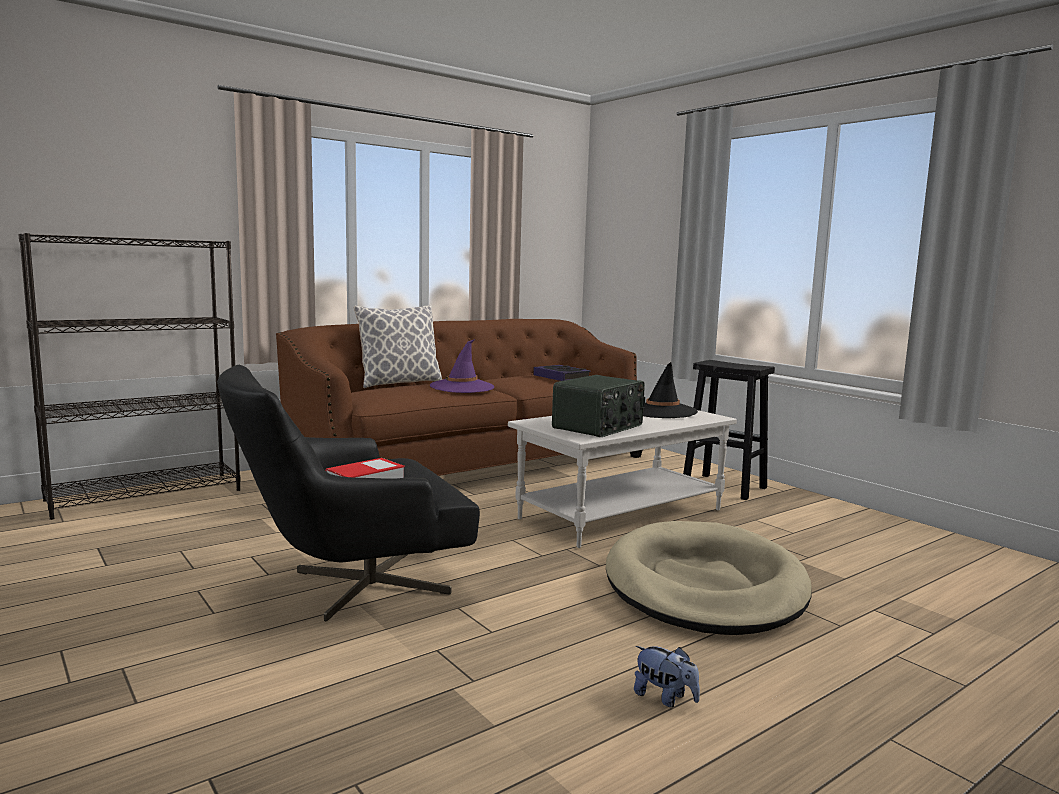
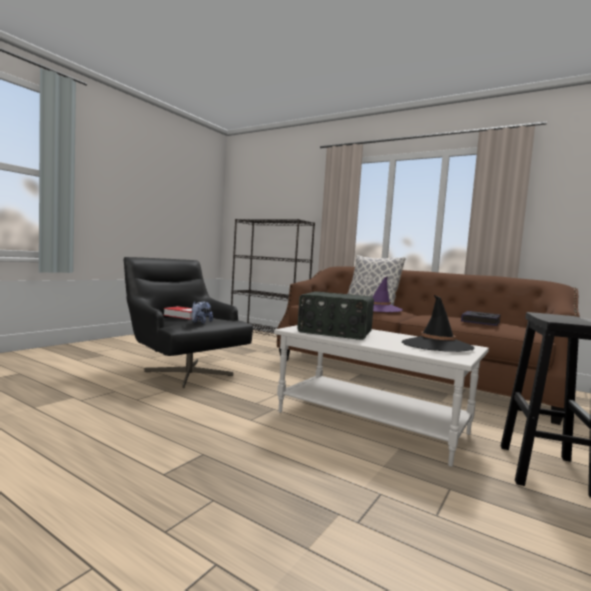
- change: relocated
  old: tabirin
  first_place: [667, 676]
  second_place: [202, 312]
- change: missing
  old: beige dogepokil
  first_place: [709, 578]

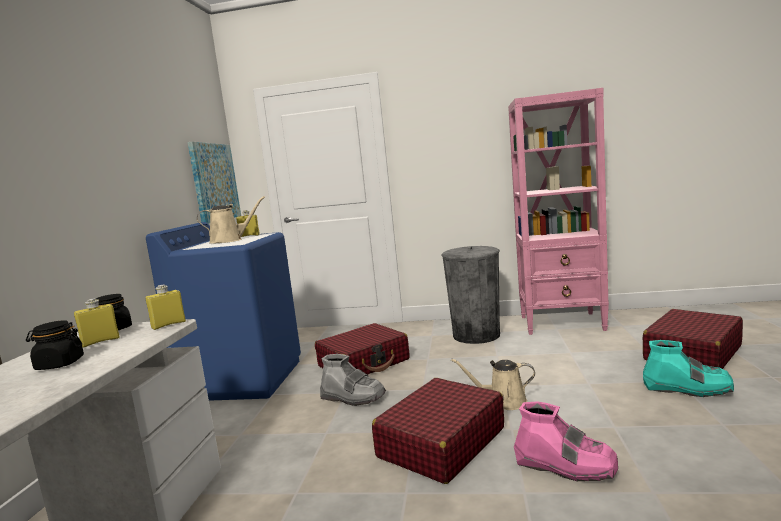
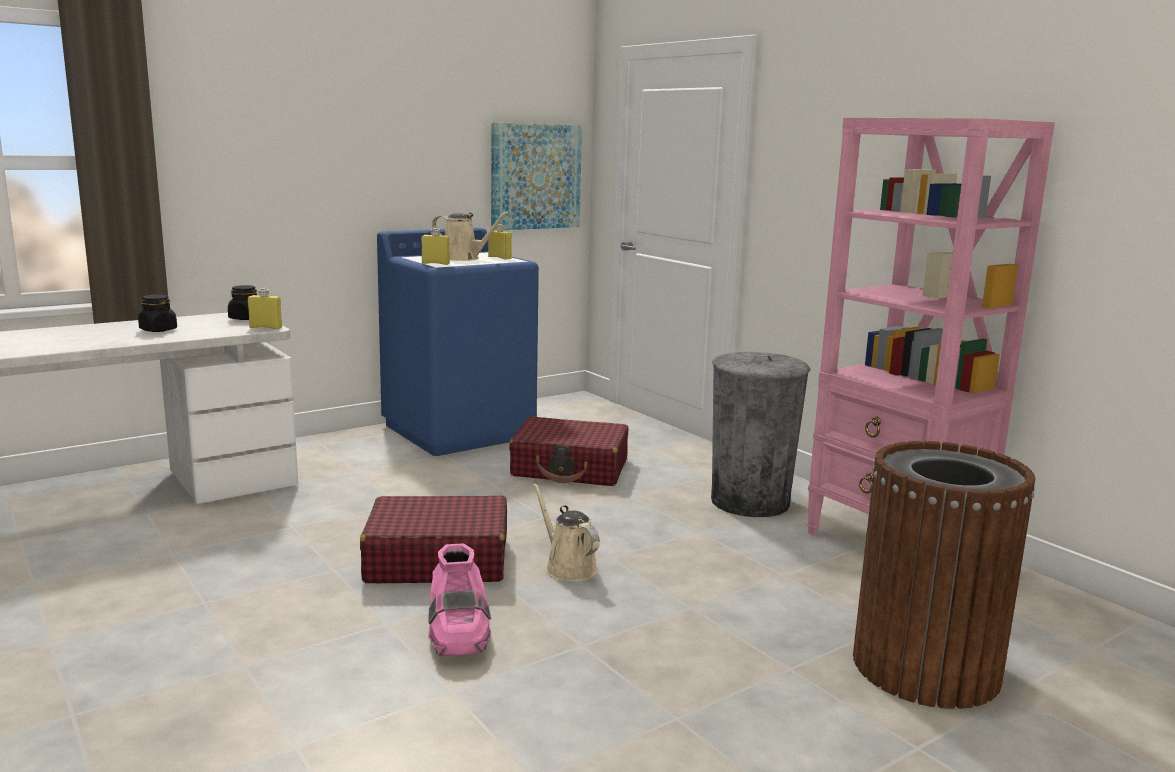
- change: relocated
  old: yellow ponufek
  first_place: [97, 322]
  second_place: [435, 246]
- change: exchanged
  old: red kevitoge
  new: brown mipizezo
  first_place: [693, 339]
  second_place: [944, 575]
- change: missing
  old: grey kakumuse
  first_place: [353, 380]
- change: missing
  old: turquoise kakumuse
  first_place: [688, 368]

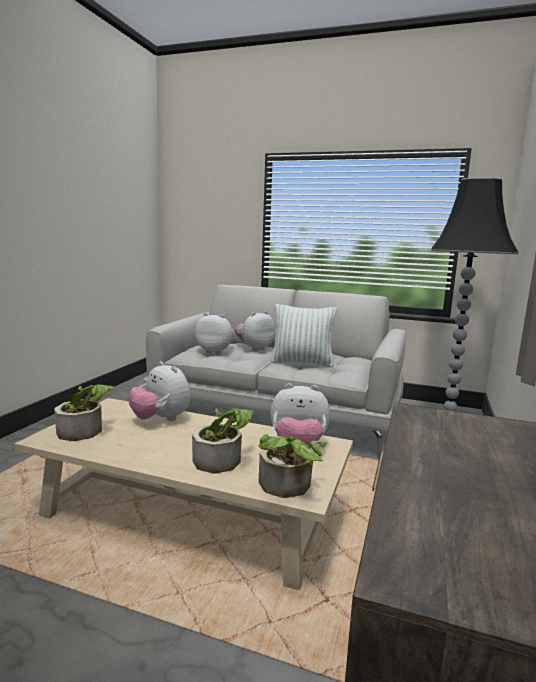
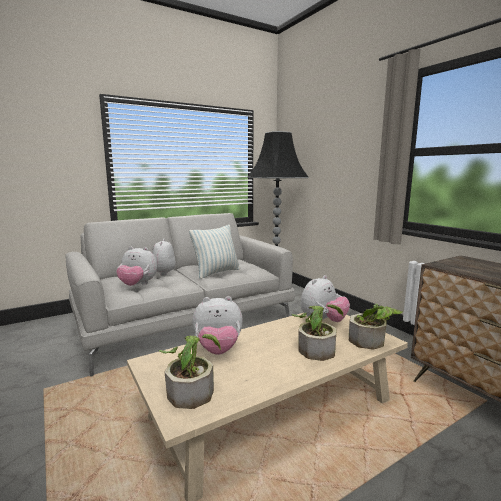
- change: spun
  old: tabirin
  first_place: [214, 333]
  second_place: [136, 266]
  degrees: -135

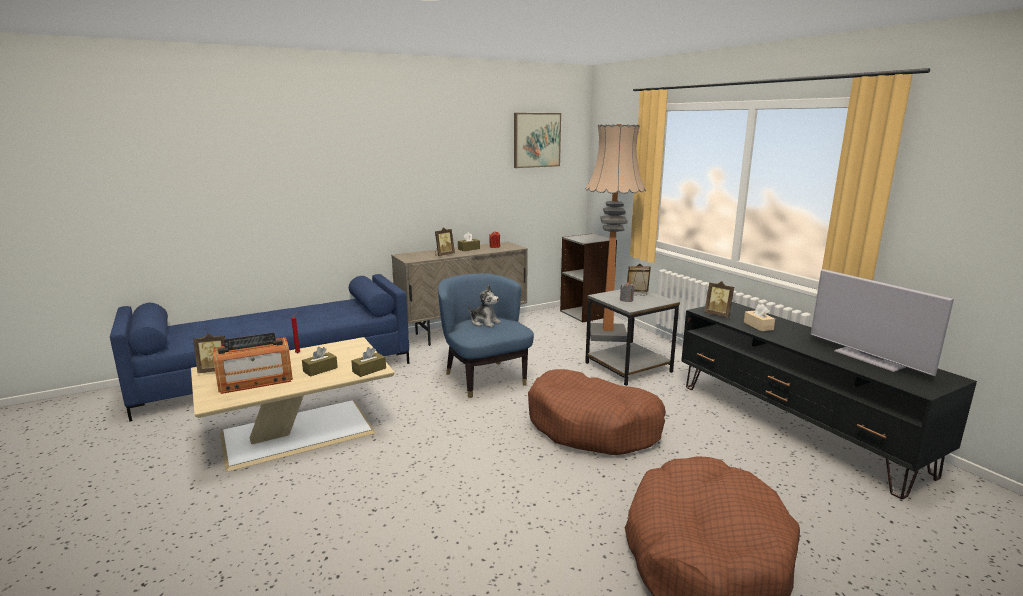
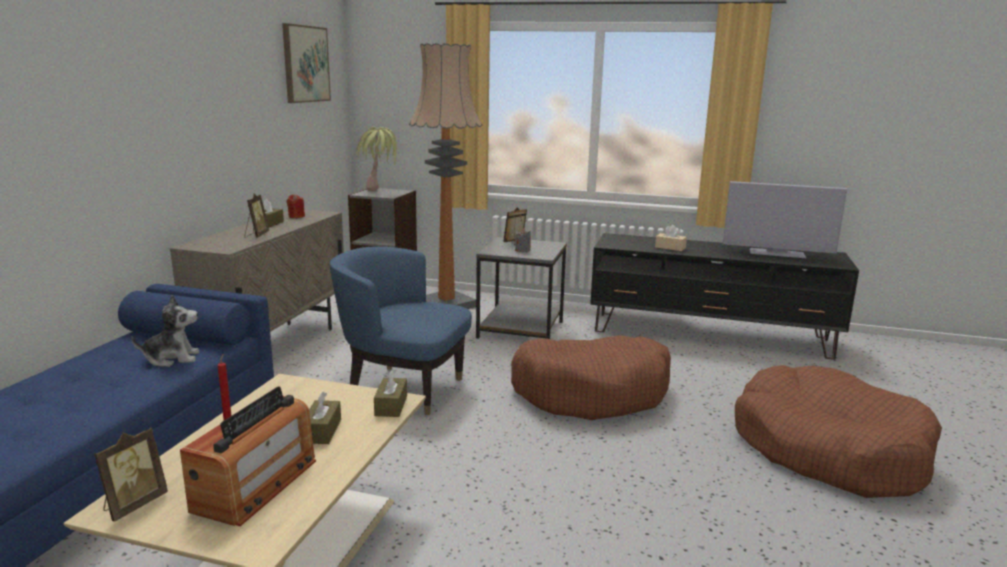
- change: relocated
  old: tabirin
  first_place: [484, 306]
  second_place: [165, 331]
- change: appeared
  new: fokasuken
  second_place: [378, 159]
- change: missing
  old: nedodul
  first_place: [719, 299]

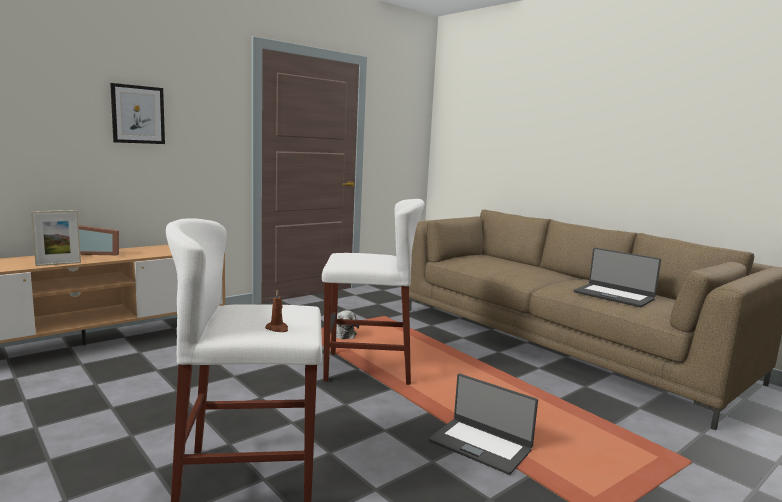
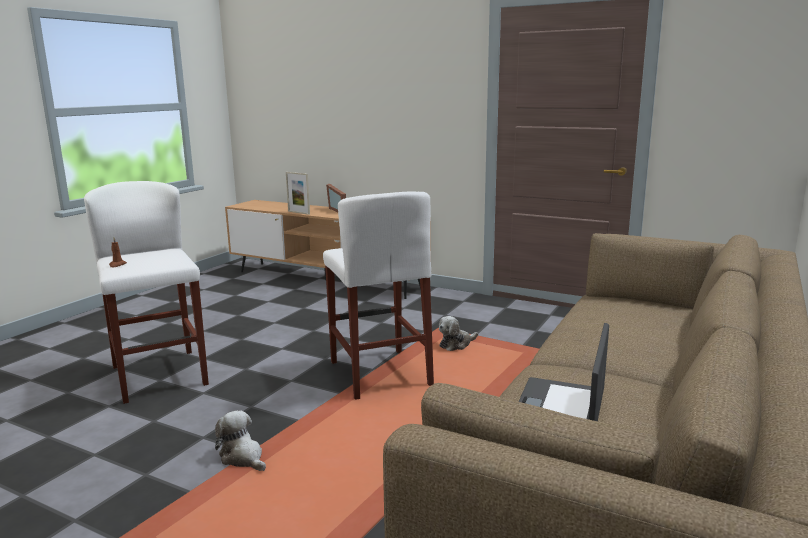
- change: exchanged
  old: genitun
  new: tabirin
  first_place: [483, 424]
  second_place: [240, 440]
- change: missing
  old: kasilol
  first_place: [137, 113]

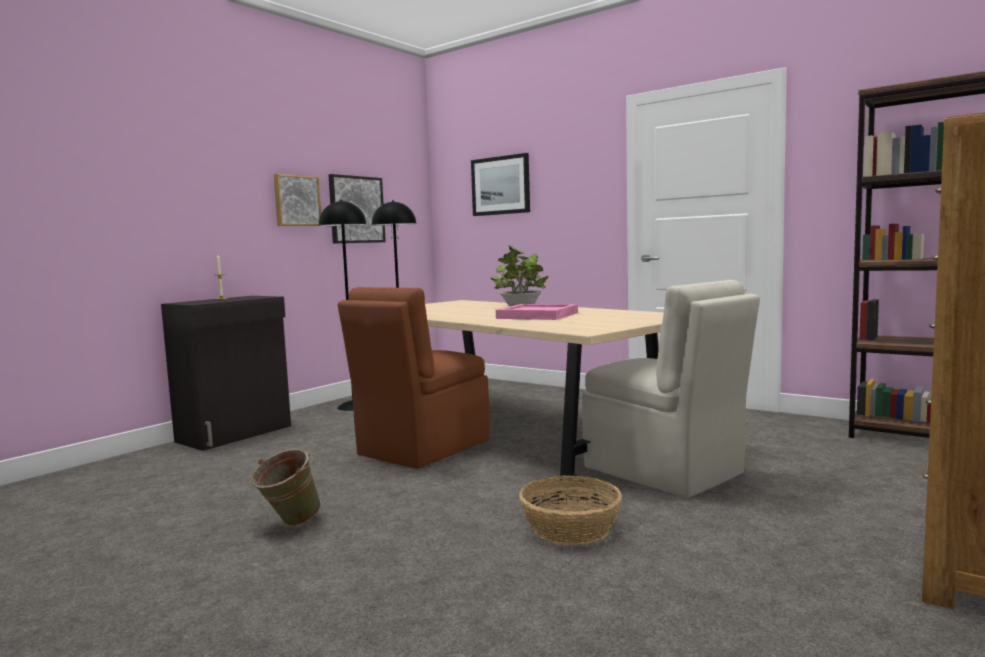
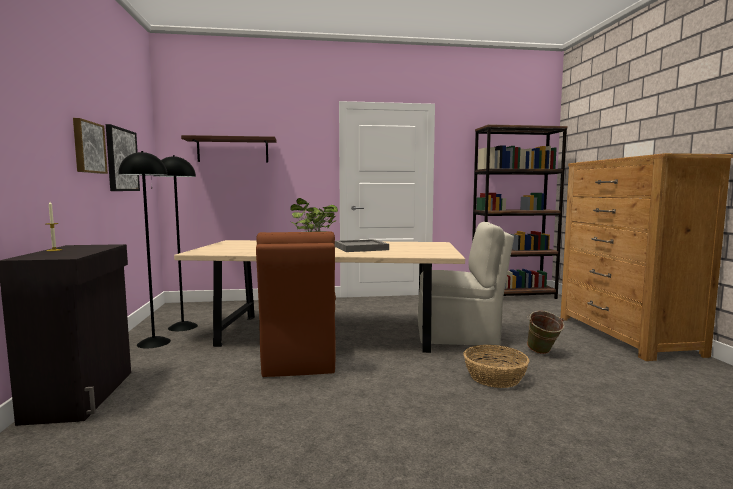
- change: exchanged
  old: kasilol
  new: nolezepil
  first_place: [500, 184]
  second_place: [229, 148]
- change: colour
  old: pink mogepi
  new: grey mogepi
  first_place: [537, 312]
  second_place: [362, 245]
- change: relocated
  old: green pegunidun
  first_place: [286, 487]
  second_place: [546, 332]

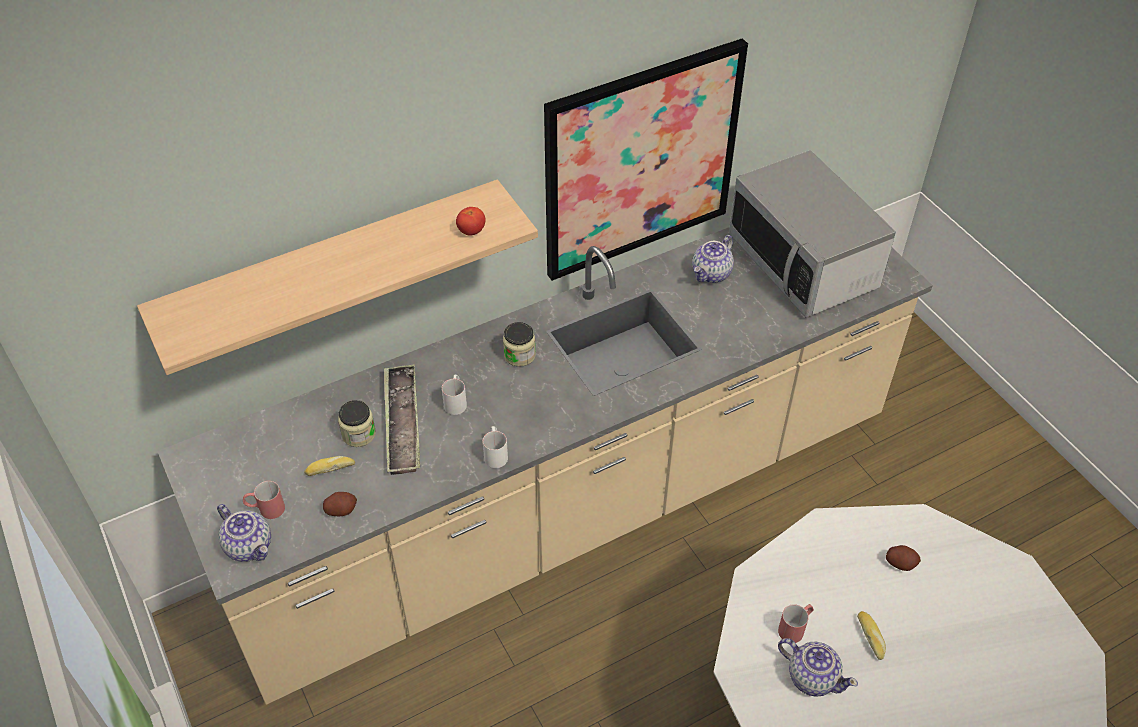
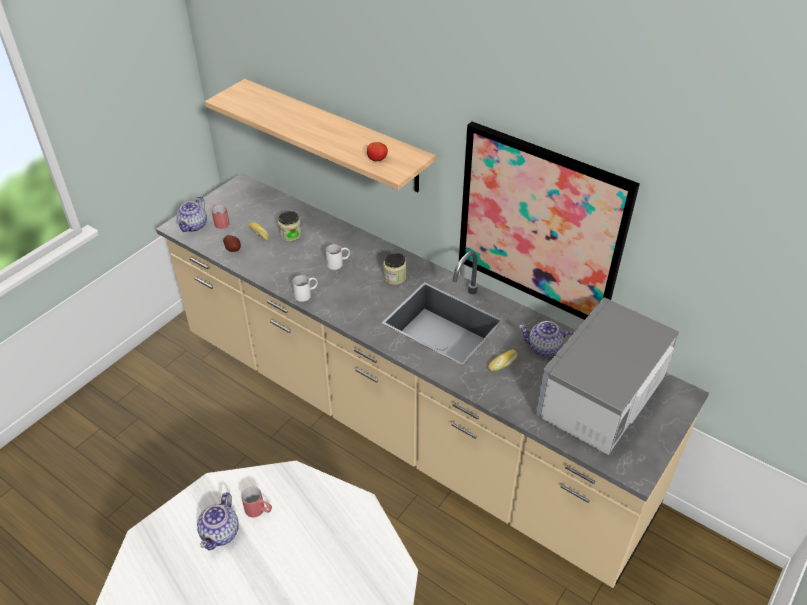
- change: relocated
  old: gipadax
  first_place: [871, 635]
  second_place: [503, 360]
- change: missing
  old: mogepi
  first_place: [402, 419]
- change: missing
  old: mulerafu
  first_place: [903, 558]

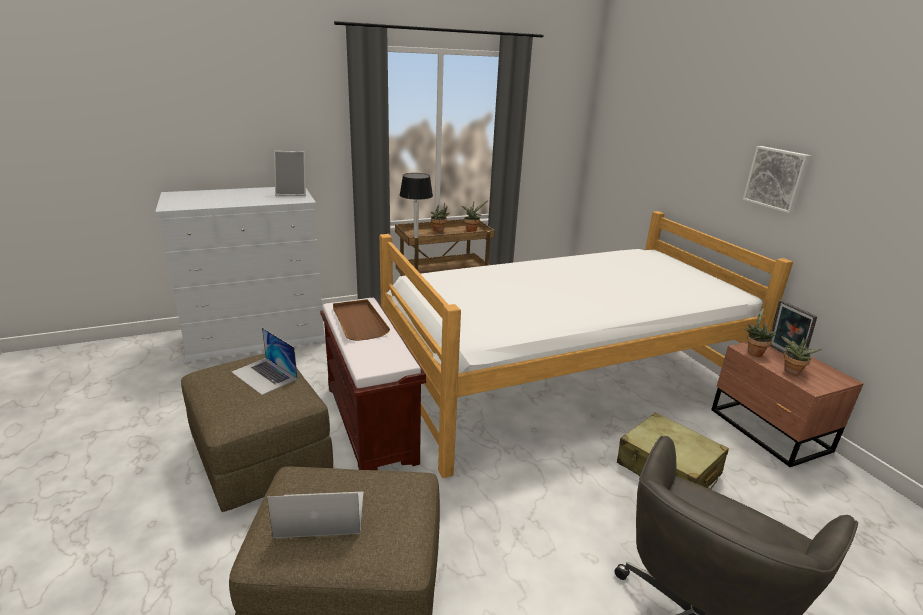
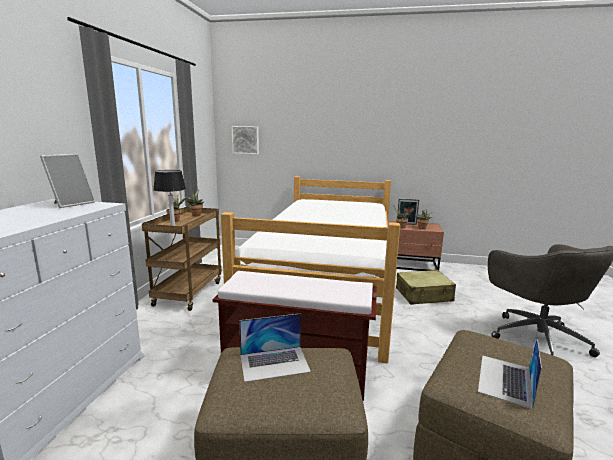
- change: relocated
  old: kasilol
  first_place: [777, 179]
  second_place: [245, 140]
- change: missing
  old: brown mogepi
  first_place: [361, 320]

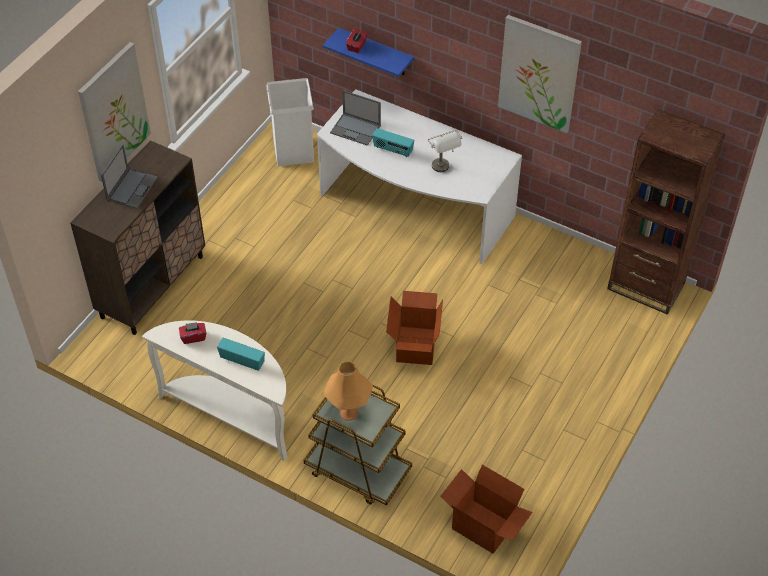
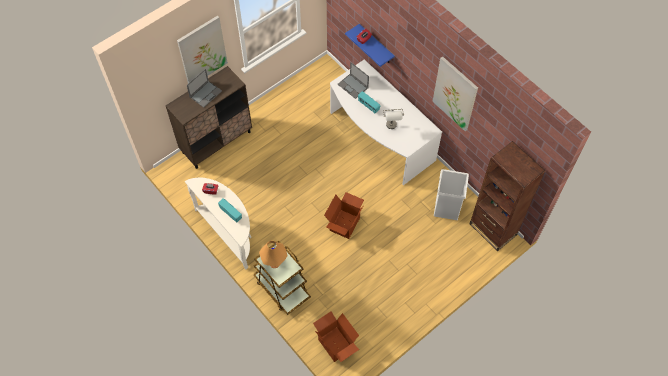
- change: relocated
  old: white mipizezo
  first_place: [290, 122]
  second_place: [451, 194]

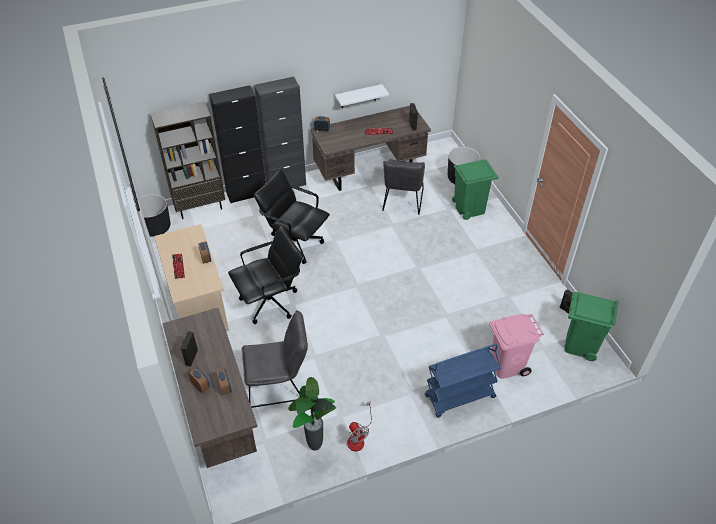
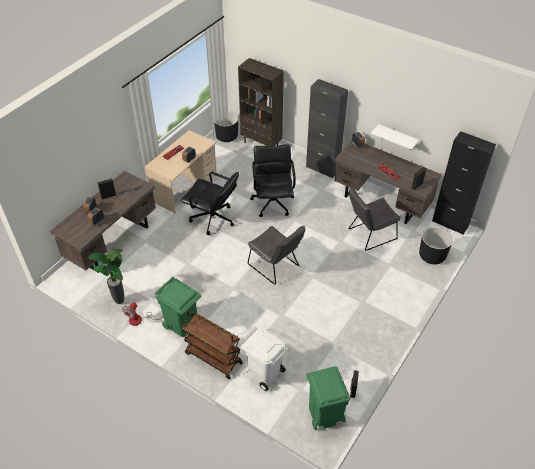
- change: relocated
  old: green mipizezo
  first_place: [475, 189]
  second_place: [178, 307]
- change: colour
  old: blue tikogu
  new: brown tikogu
  first_place: [463, 381]
  second_place: [212, 345]
- change: colour
  old: pink mipizezo
  new: white mipizezo
  first_place: [516, 346]
  second_place: [264, 359]
- change: relocated
  old: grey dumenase
  first_place: [275, 359]
  second_place: [276, 255]
- change: relocated
  old: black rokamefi
  first_place: [237, 144]
  second_place: [464, 183]

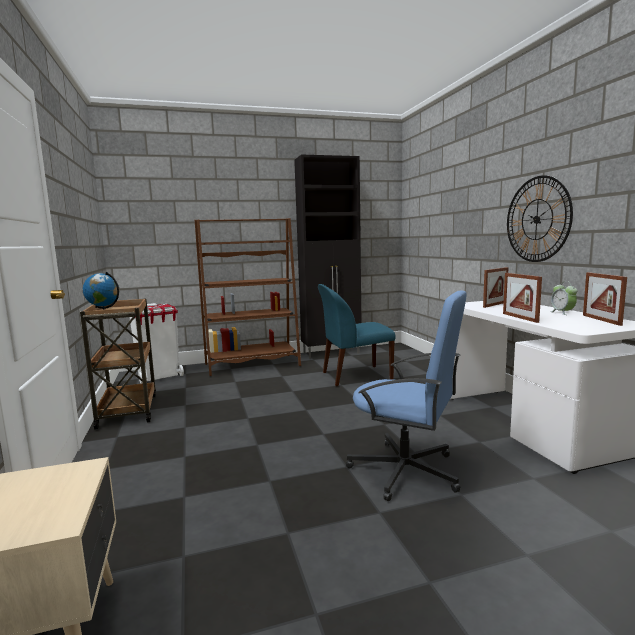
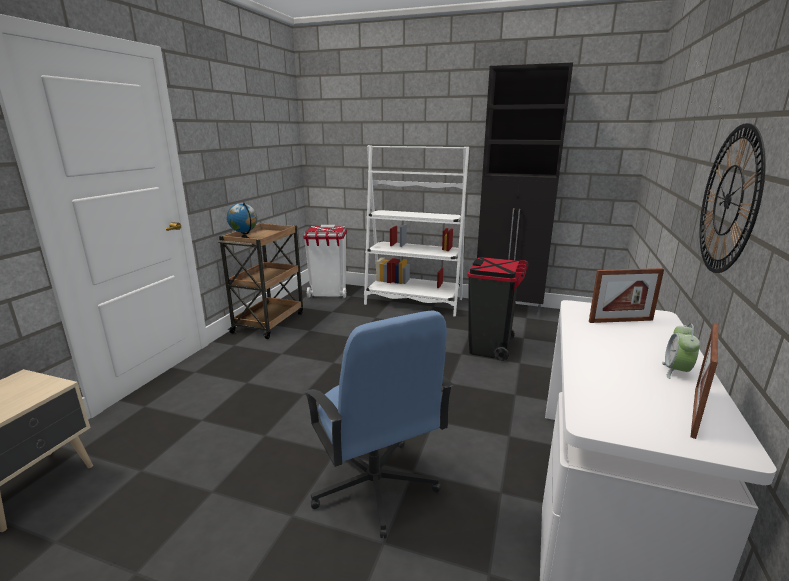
- change: colour
  old: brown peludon
  new: white peludon
  first_place: [248, 297]
  second_place: [416, 230]
- change: exchanged
  old: blue dumenase
  new: black mipizezo
  first_place: [357, 335]
  second_place: [498, 309]
- change: missing
  old: nedodul
  first_place: [522, 298]

